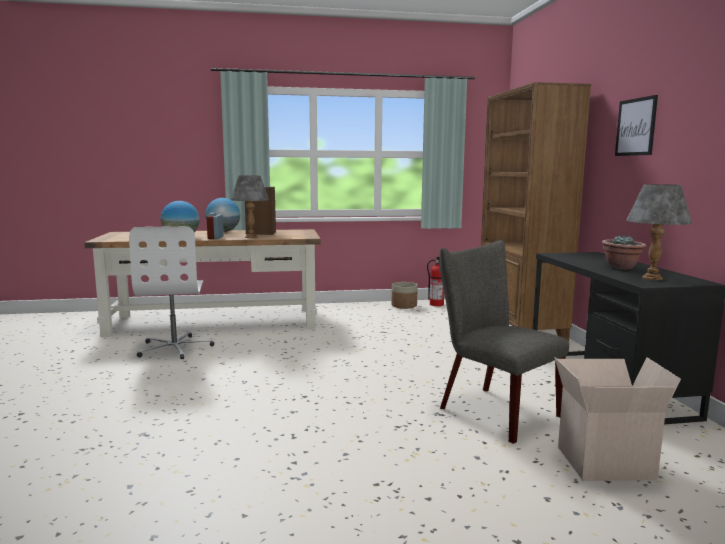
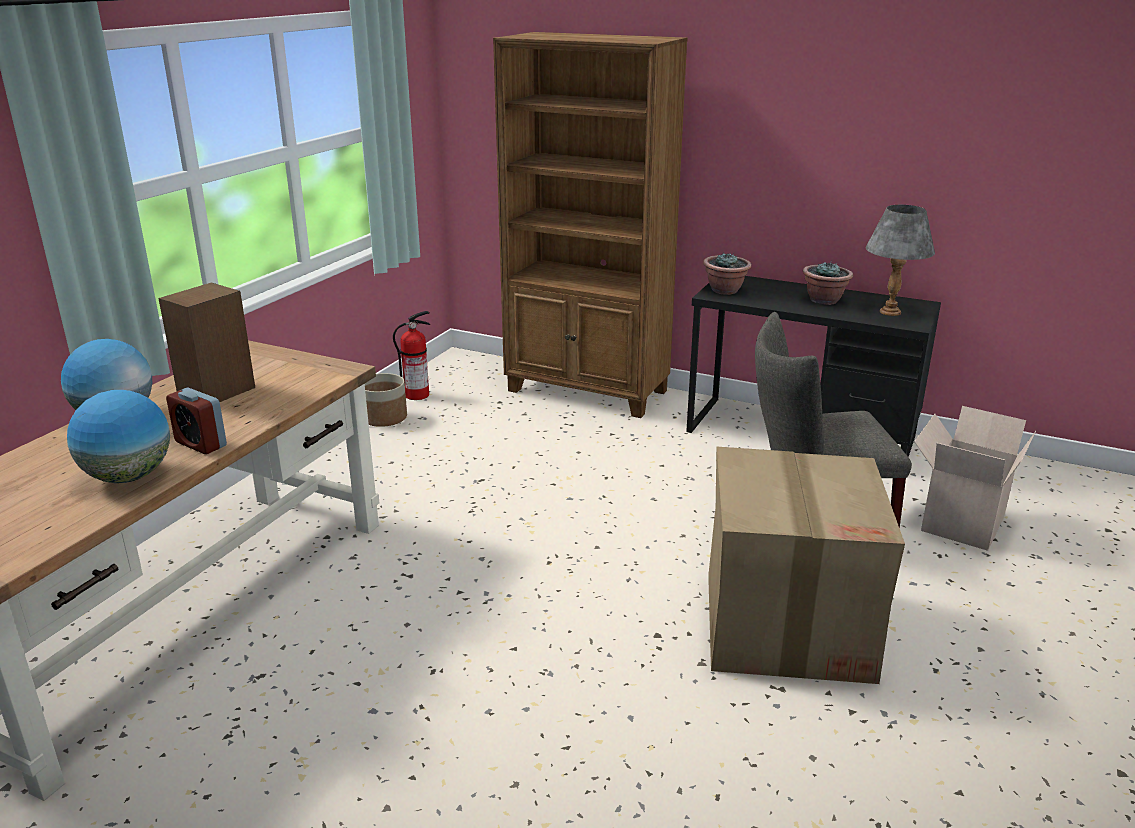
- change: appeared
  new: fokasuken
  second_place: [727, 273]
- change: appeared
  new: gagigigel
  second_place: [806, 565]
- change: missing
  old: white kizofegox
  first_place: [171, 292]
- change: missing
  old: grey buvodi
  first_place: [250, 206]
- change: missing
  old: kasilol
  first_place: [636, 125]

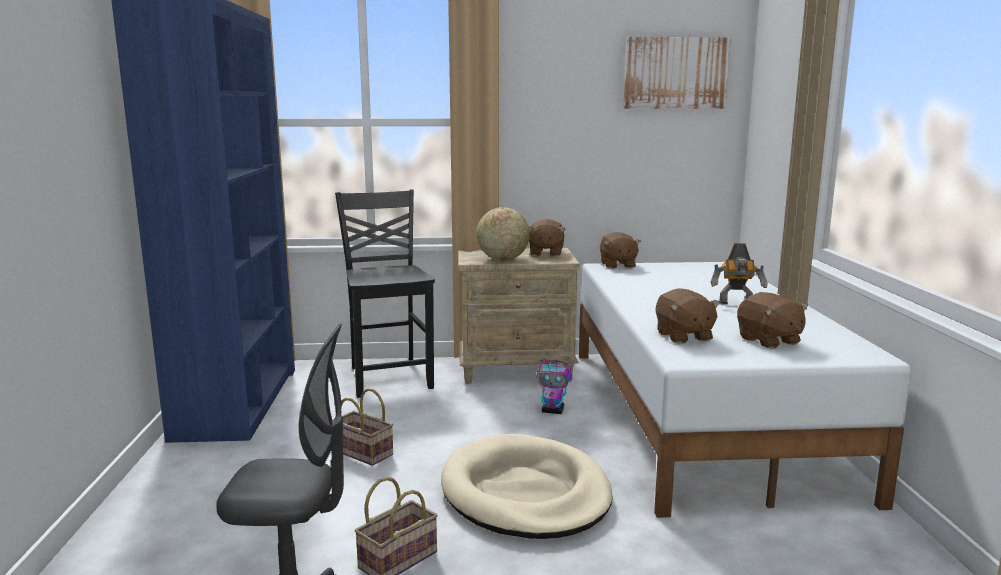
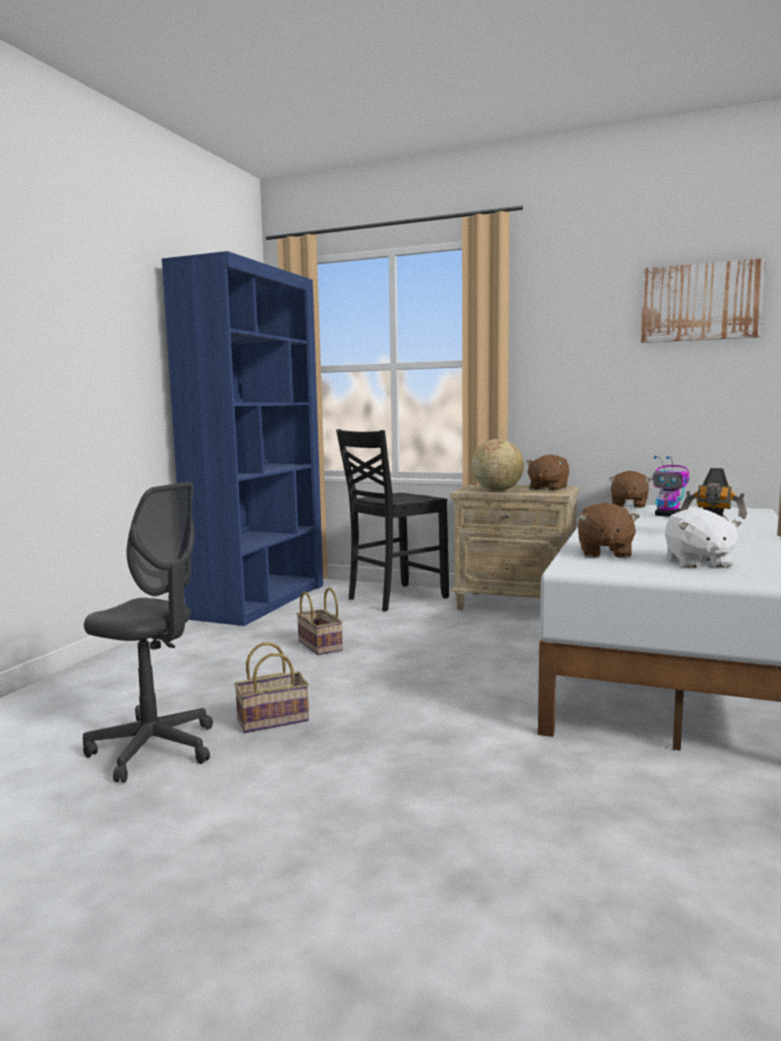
- change: spun
  old: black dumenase
  first_place: [385, 294]
  second_place: [392, 520]
  degrees: -135
- change: relocated
  old: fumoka
  first_place: [554, 386]
  second_place: [670, 486]
- change: colour
  old: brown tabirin
  new: white tabirin
  first_place: [772, 320]
  second_place: [703, 538]
- change: missing
  old: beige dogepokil
  first_place: [527, 486]

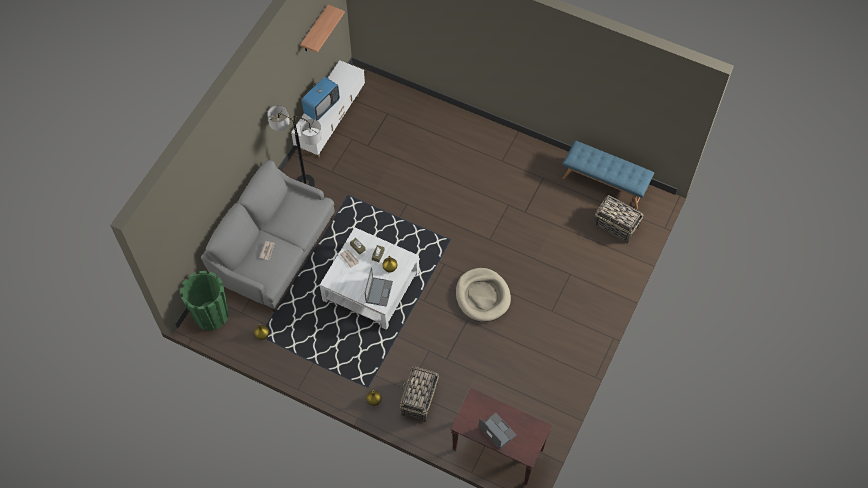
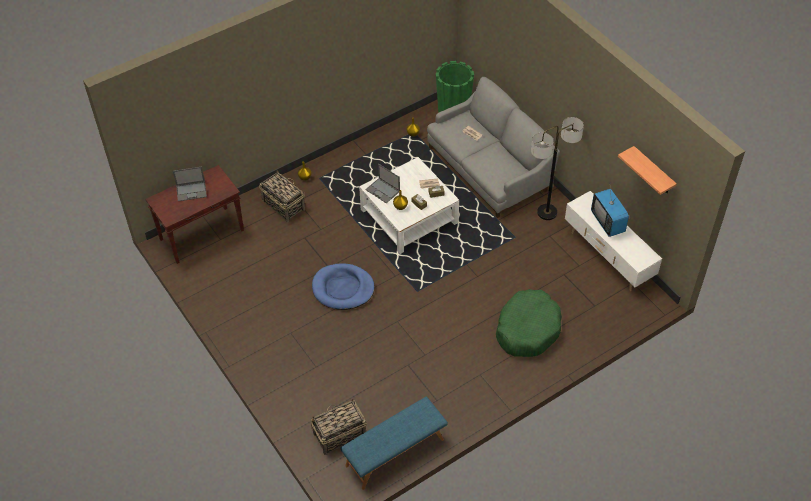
- change: colour
  old: beige dogepokil
  new: blue dogepokil
  first_place: [483, 295]
  second_place: [343, 286]
- change: appeared
  new: green dogepokil
  second_place: [529, 323]

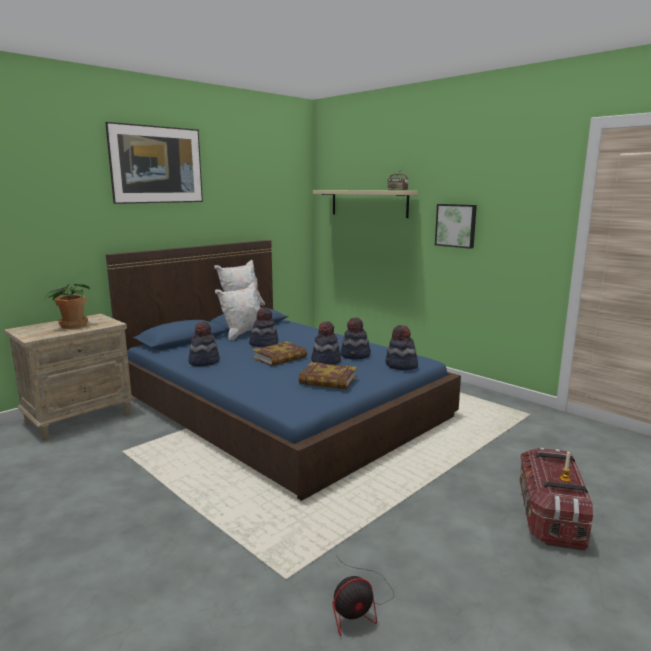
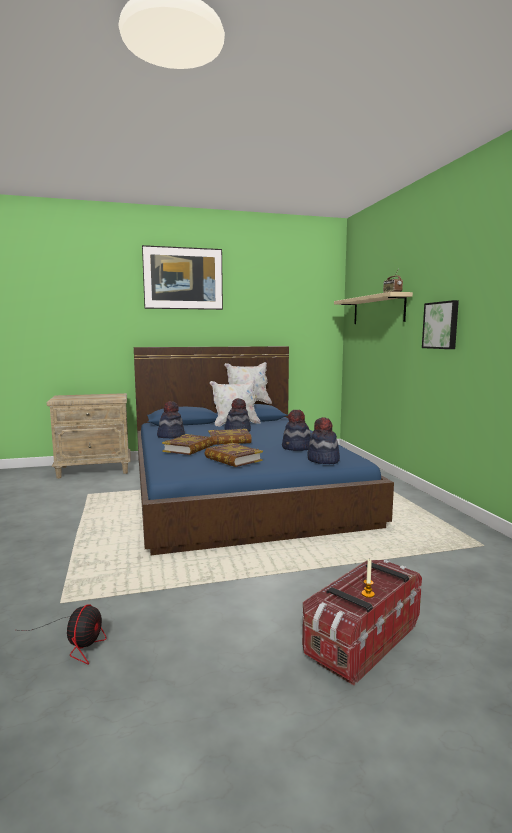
- change: spun
  old: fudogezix
  first_place: [363, 595]
  second_place: [63, 634]
  degrees: -90
- change: appeared
  new: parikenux
  second_place: [188, 444]
- change: missing
  old: fokasuken
  first_place: [67, 306]
- change: missing
  old: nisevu
  first_place: [326, 343]

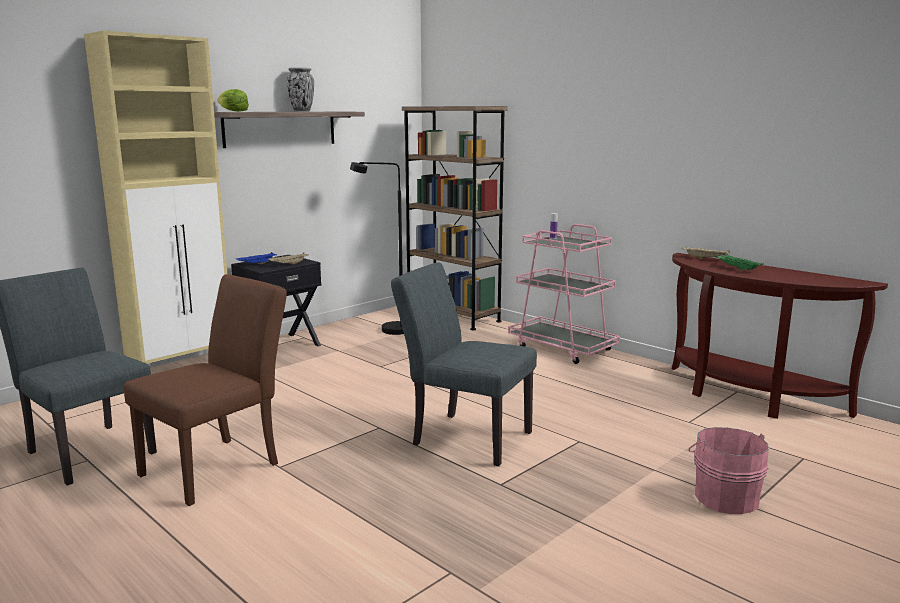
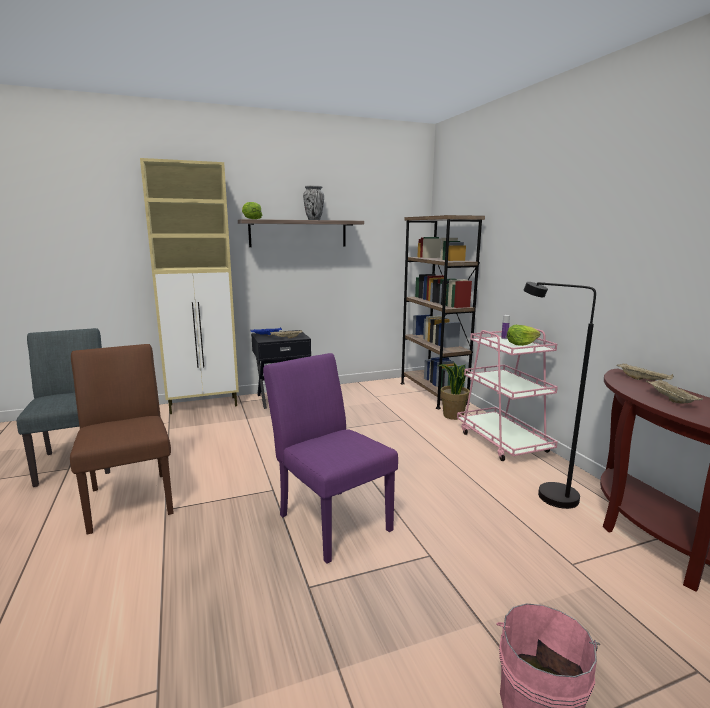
- change: spun
  old: brown dumenase
  first_place: [205, 390]
  second_place: [122, 439]
  degrees: -90
- change: colour
  old: grey dumenase
  new: purple dumenase
  first_place: [464, 364]
  second_place: [330, 458]
- change: appeared
  new: fokasuken
  second_place: [453, 391]
- change: appeared
  new: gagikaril
  second_place: [523, 335]
- change: relocated
  old: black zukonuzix
  first_place: [377, 248]
  second_place: [560, 395]
- change: colour
  old: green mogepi
  new: beige mogepi
  first_place: [739, 262]
  second_place: [674, 391]

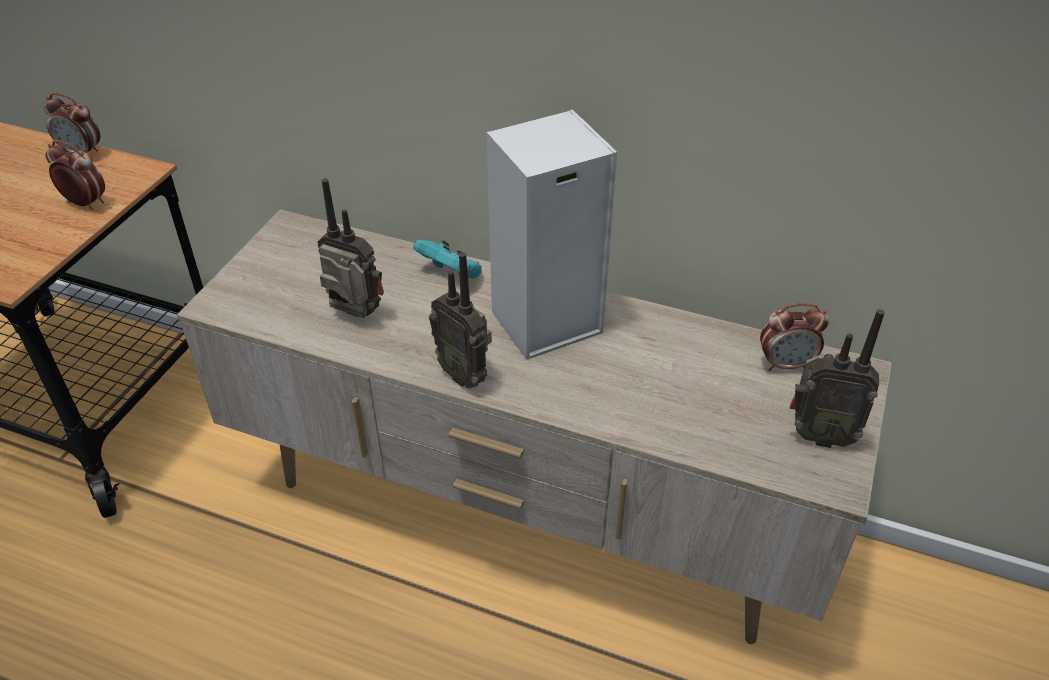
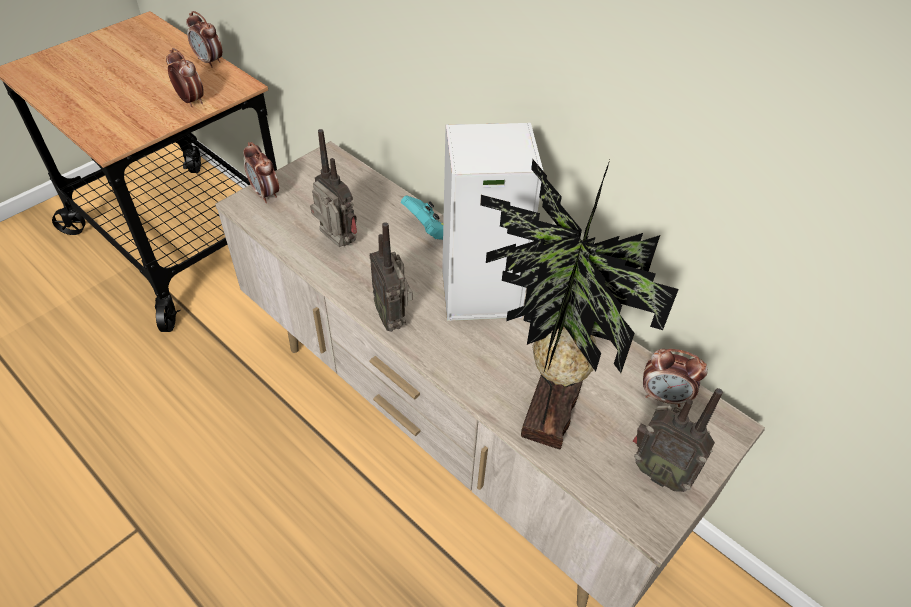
- change: appeared
  new: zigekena
  second_place: [261, 172]
- change: appeared
  new: fokasuken
  second_place: [579, 304]

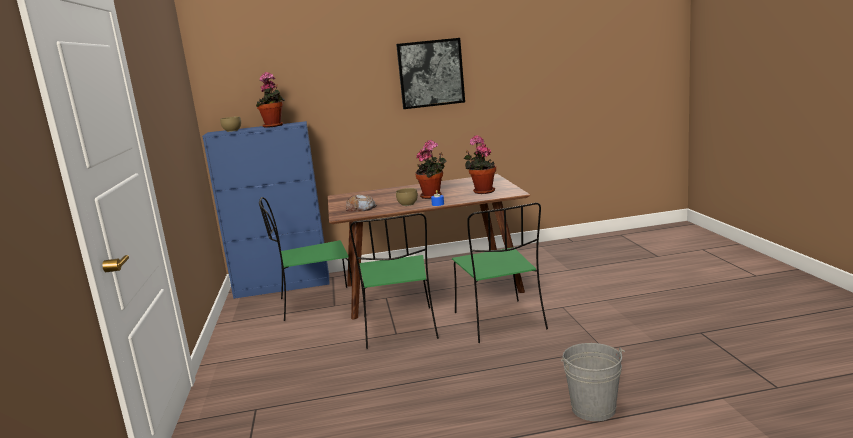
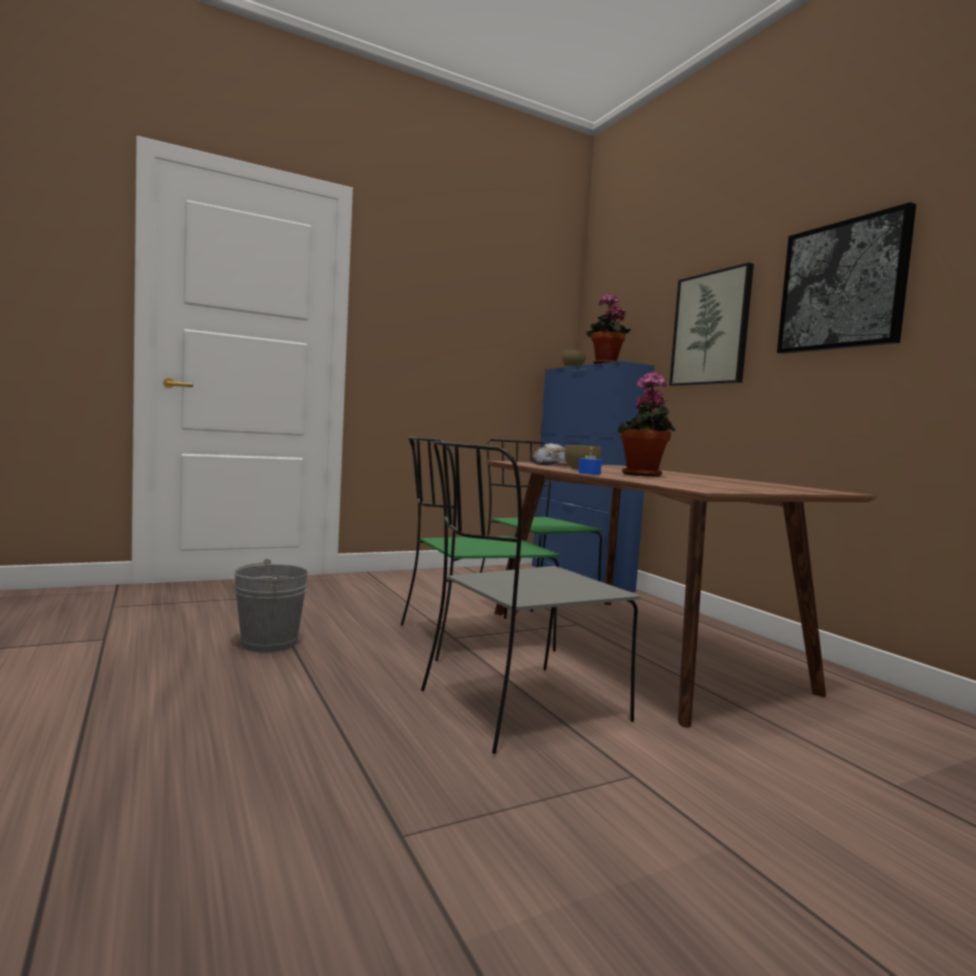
- change: relocated
  old: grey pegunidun
  first_place: [593, 382]
  second_place: [270, 606]
- change: colour
  old: green dumenase
  new: grey dumenase
  first_place: [500, 273]
  second_place: [531, 597]
- change: appeared
  new: kasilol
  second_place: [711, 324]
- change: missing
  old: fokasuken
  first_place: [480, 164]

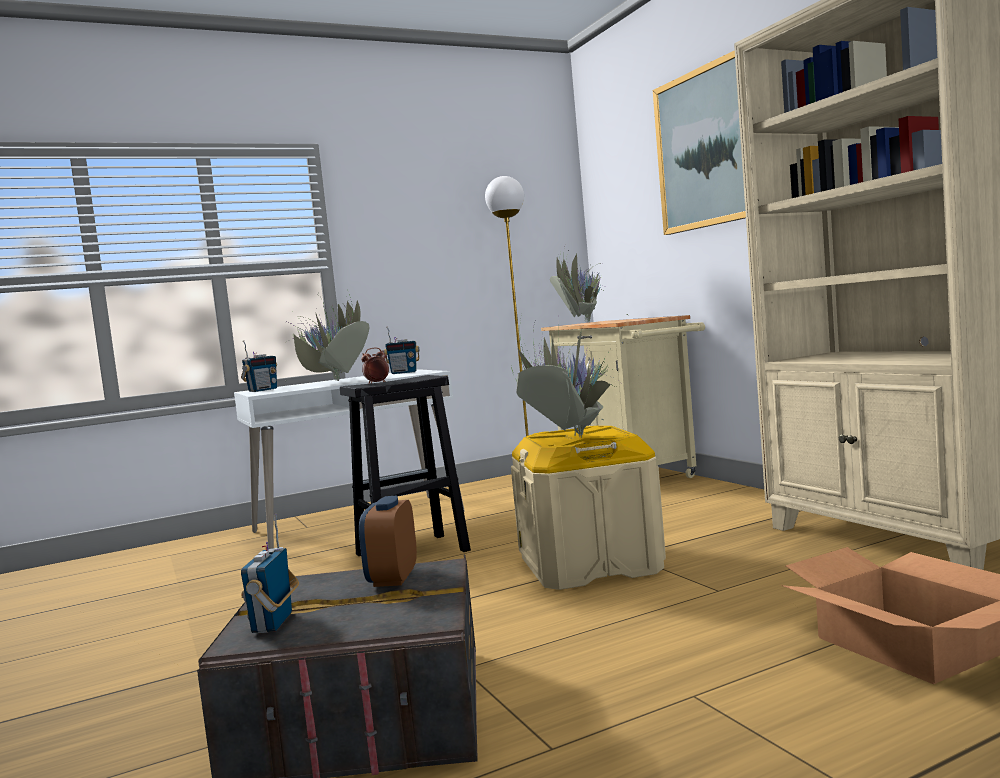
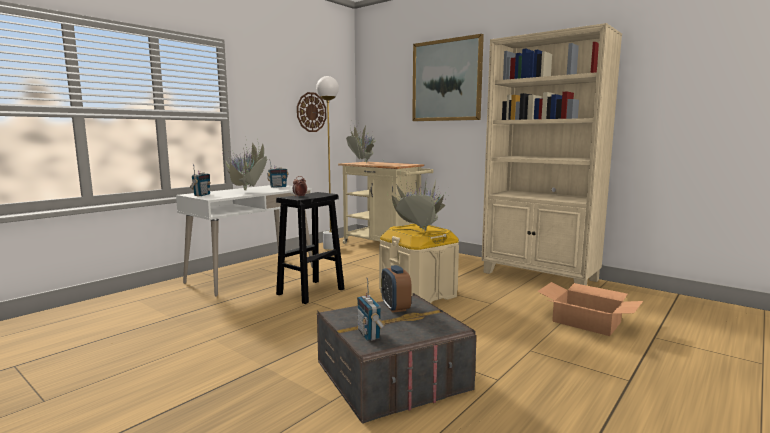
- change: appeared
  new: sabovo
  second_place: [311, 112]

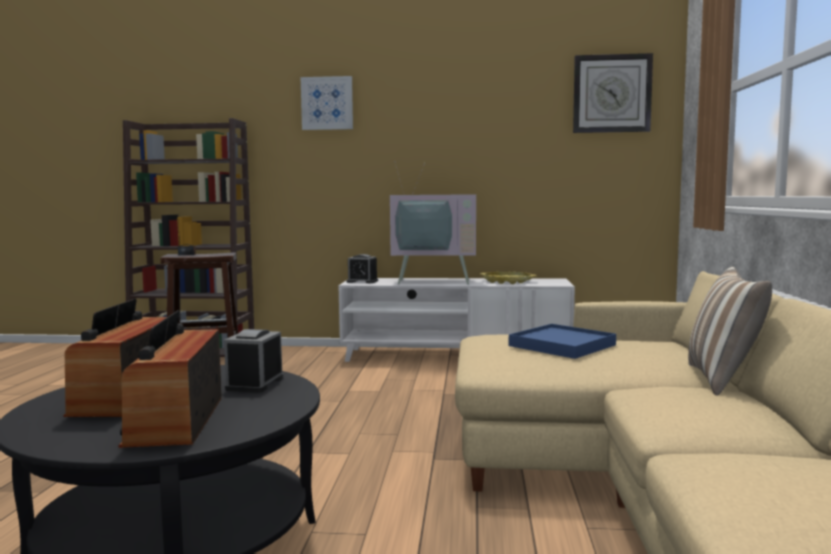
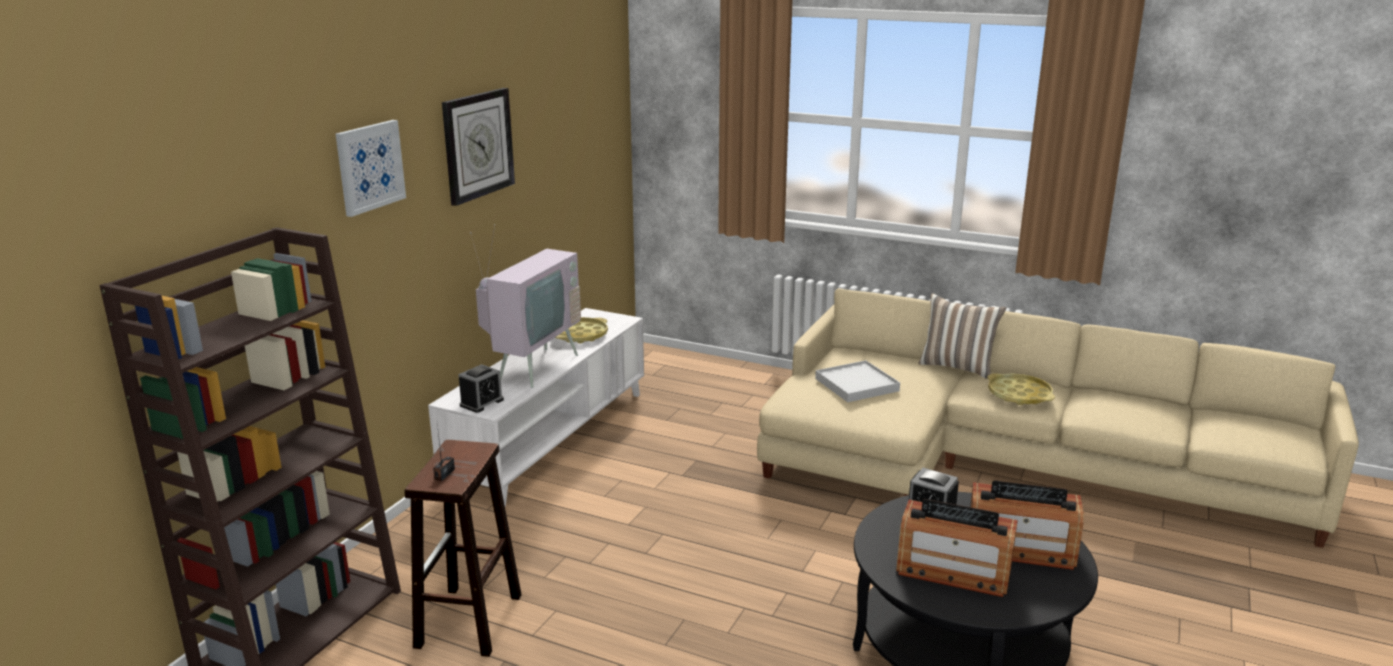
- change: relocated
  old: sabovo
  first_place: [613, 93]
  second_place: [478, 147]
- change: colour
  old: blue mogepi
  new: white mogepi
  first_place: [562, 341]
  second_place: [857, 381]
- change: appeared
  new: yellow mogepi
  second_place: [1021, 389]

